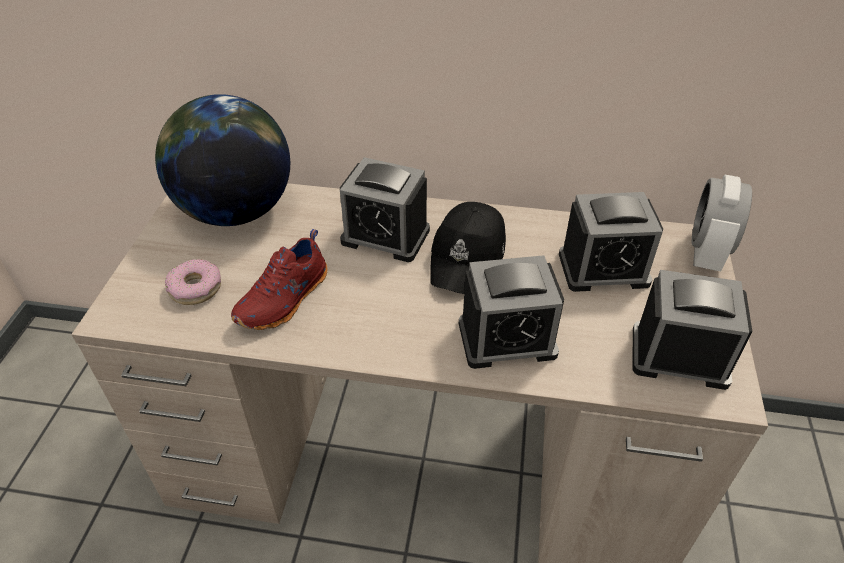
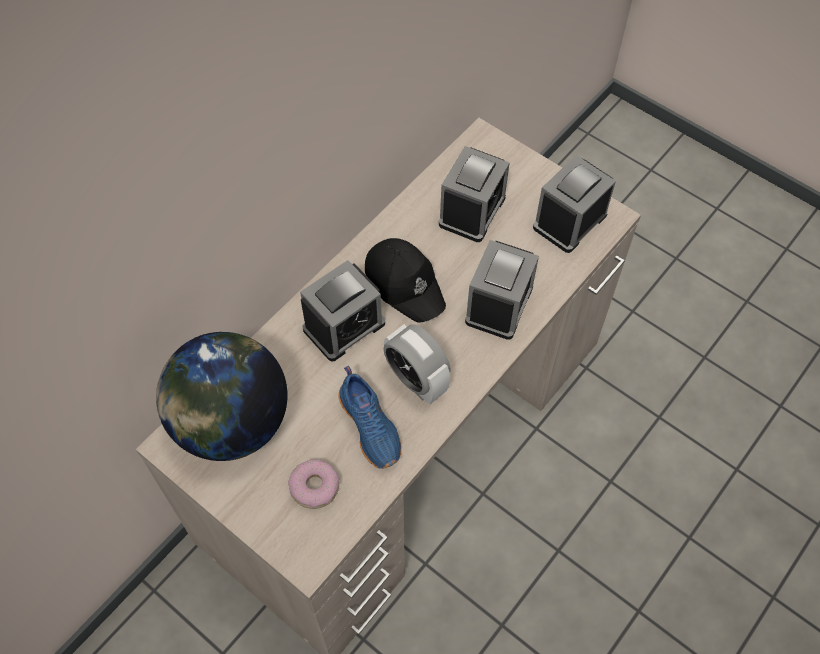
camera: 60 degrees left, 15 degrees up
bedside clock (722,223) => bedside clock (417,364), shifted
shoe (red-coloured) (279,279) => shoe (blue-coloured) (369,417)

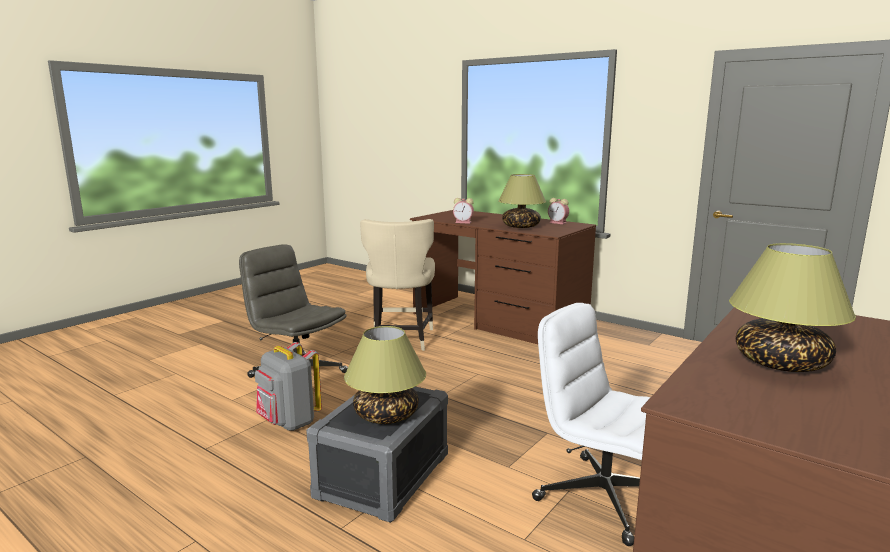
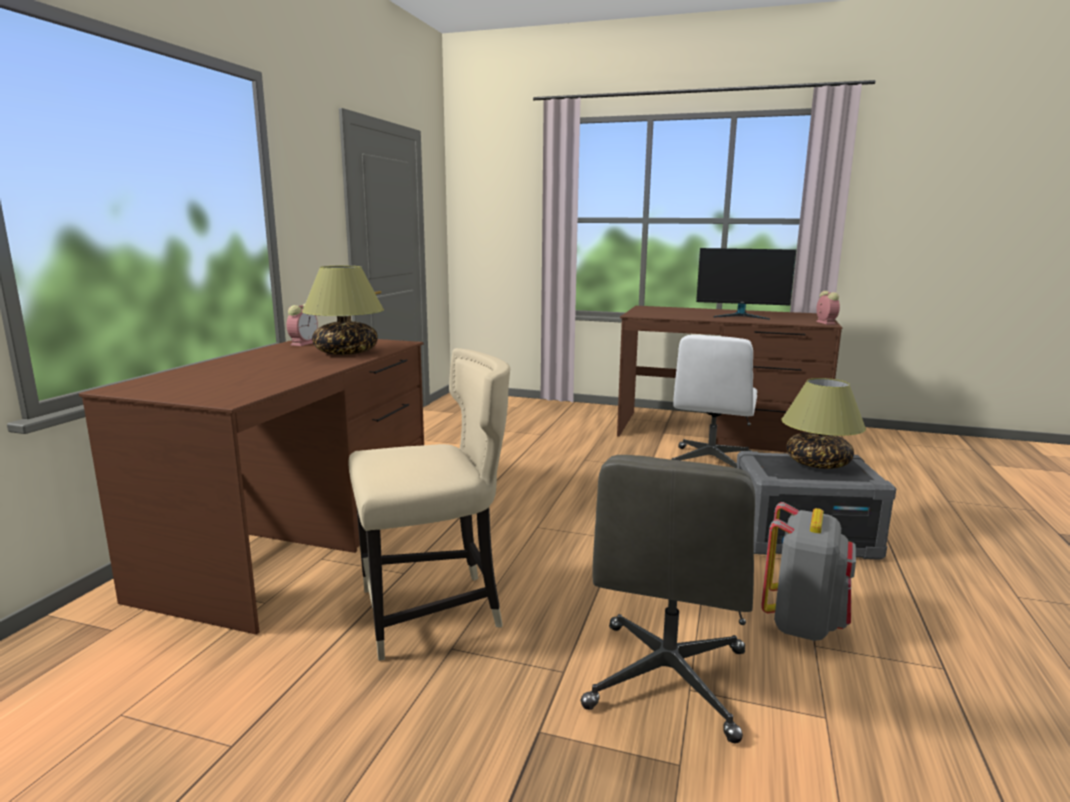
camera: 110 degrees left, 0 degrees up
bedside clock (463,211) => bedside clock (828,307), shifted
lamp for a table (792,307) => computer screen (746,284)

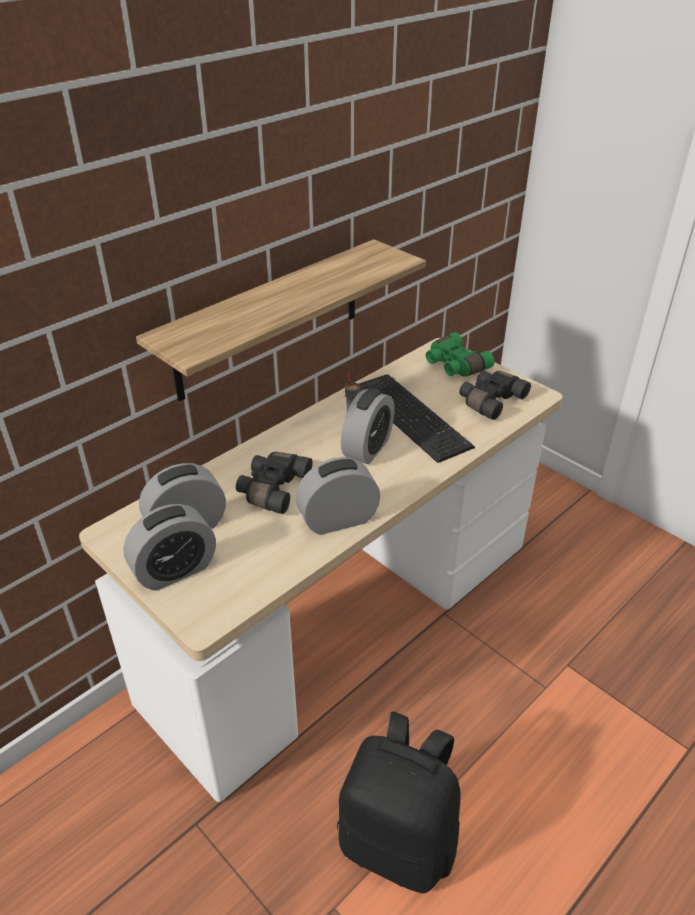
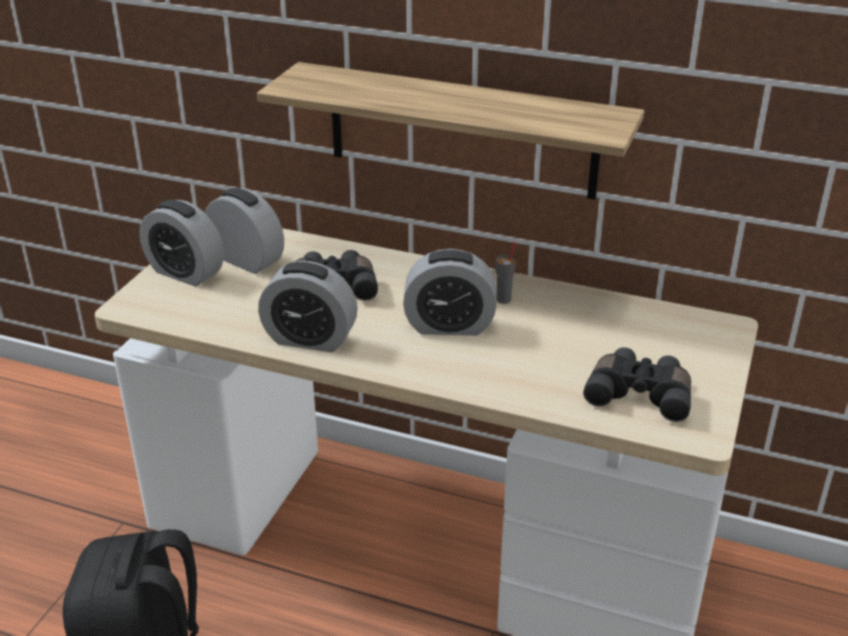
camera: 65 degrees right, 5 degrees down
binoculars (greenish) (460,354) => nothing
computer keyboard (417,418) => nothing
bedside clock (338,496) => bedside clock (308,306), 150 degrees clockwise

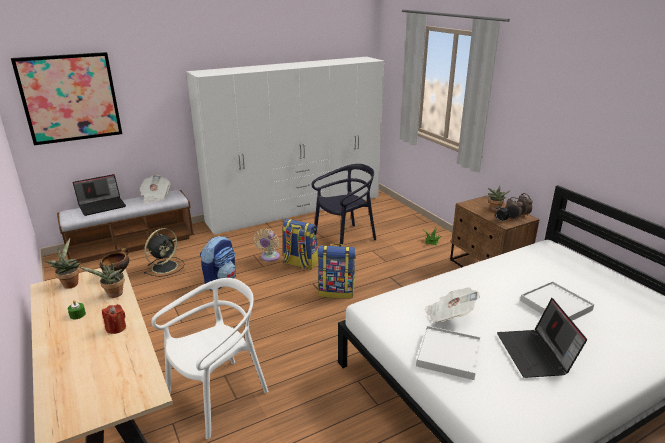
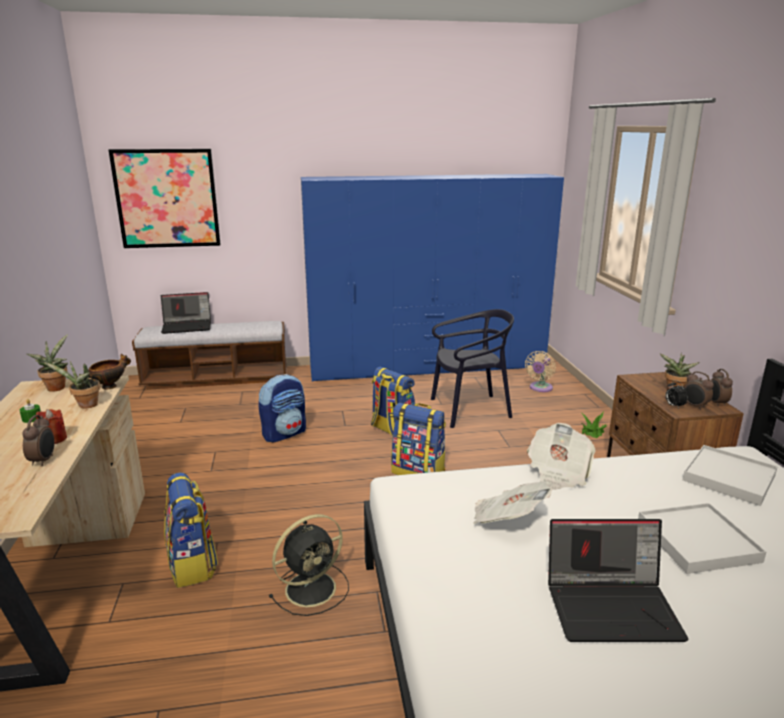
camera: 20 degrees right, 5 degrees down
wardrobe (white) (285,146) => wardrobe (blue-coloured) (432,278)
daily paper (154,189) => daily paper (561,456), shifted
electric fan (black-coloured) (164,252) => electric fan (black-coloured) (309,565), shifted
electric fan (sand-coloured) (266,245) => electric fan (sand-coloured) (540,371), shifted
upright chair (white) (209,358) => knapsack (191,530)
notebook computer (542,338) => notebook computer (618,580), 105 degrees counterclockwise
serving tray (white) (448,353) => serving tray (white) (730,475), shifted
nothing => bedside clock (39,440)

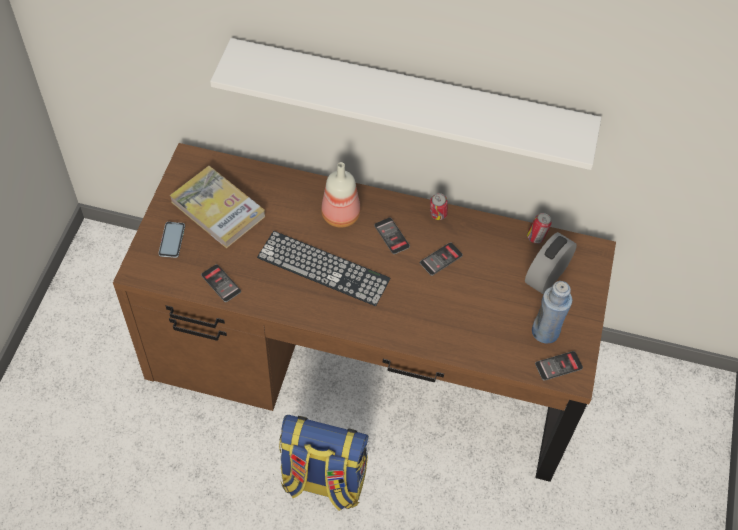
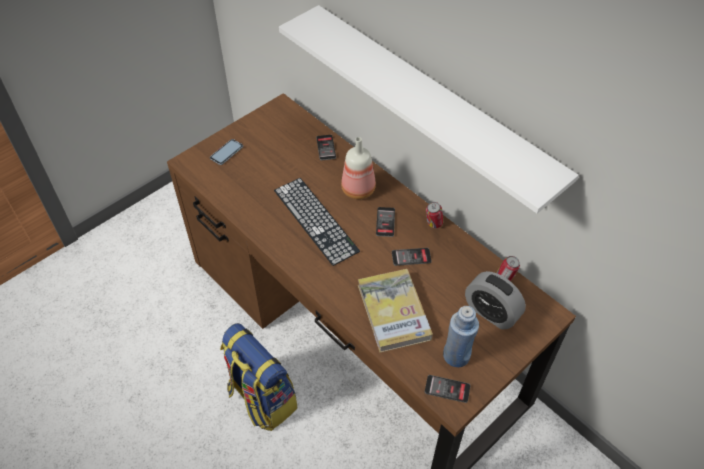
camera: 35 degrees right, 5 degrees down
book (217,207) => book (395,311), shifted
bedside clock (551,263) => bedside clock (495,300), 120 degrees counterclockwise
phone (221,283) => phone (326,147), shifted

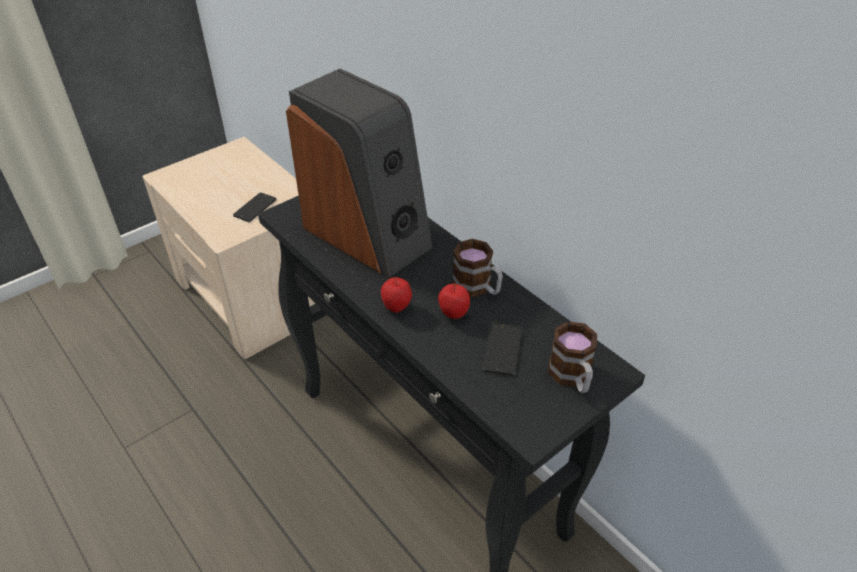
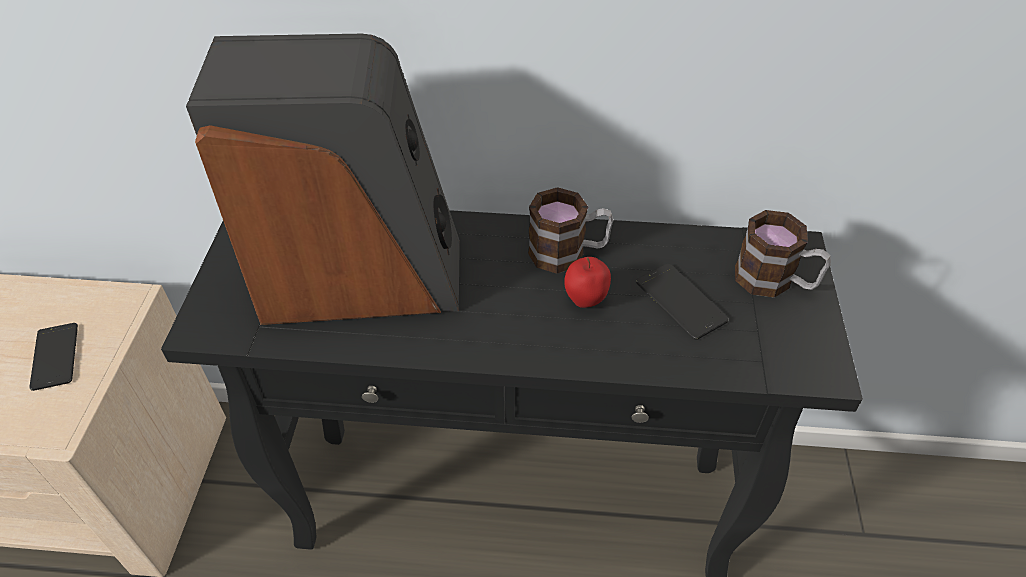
camera: 45 degrees left, 5 degrees up
apple (396,295) => nothing

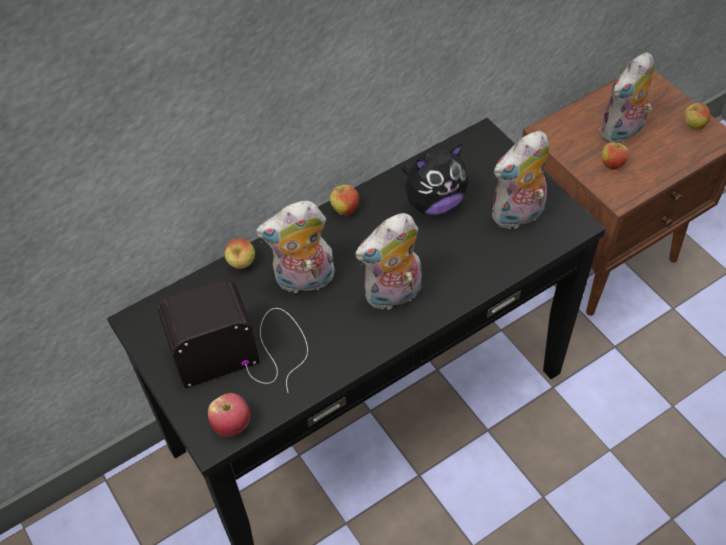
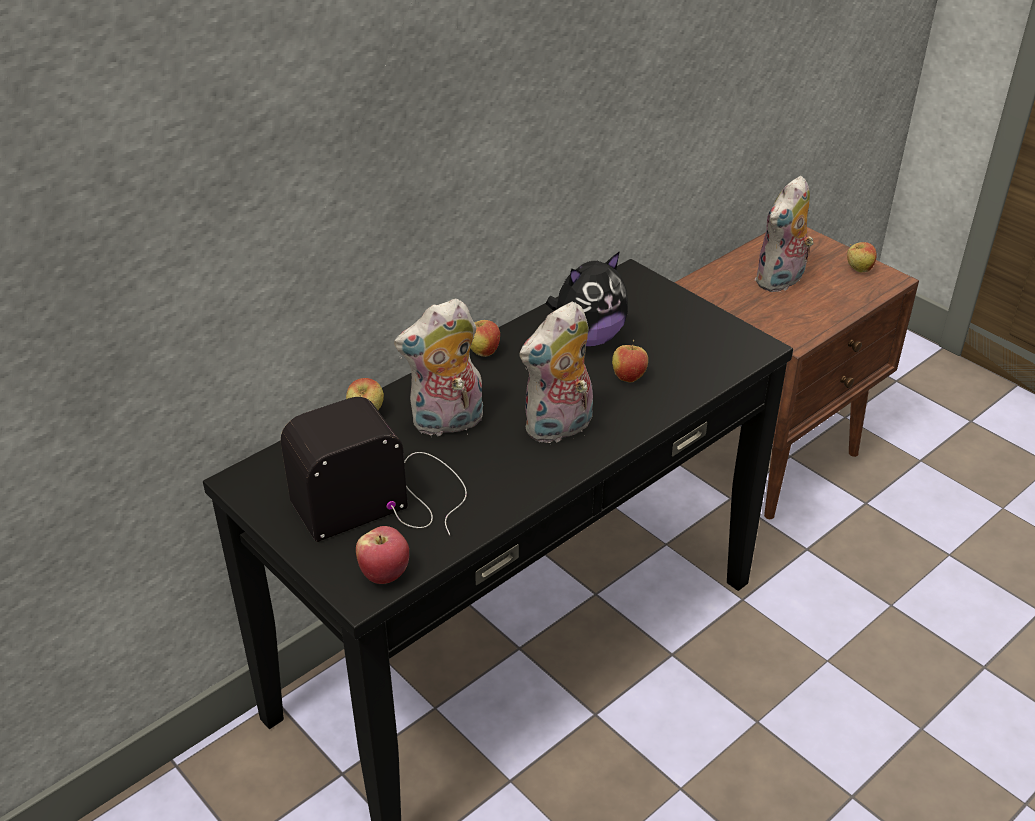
camera: 10 degrees left, 15 degrees down
cuddly toy (520,180) => nothing
apple (615,154) => apple (630,361), shifted

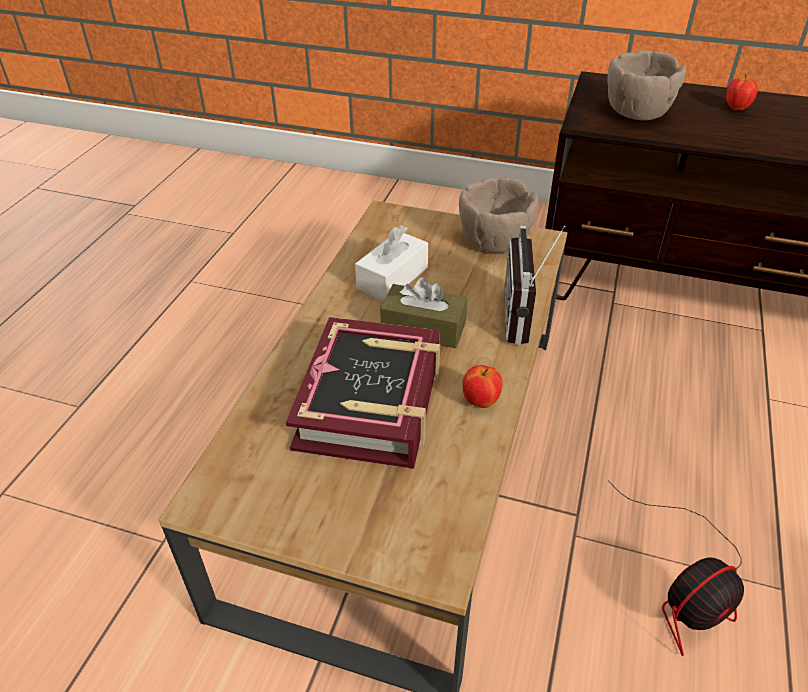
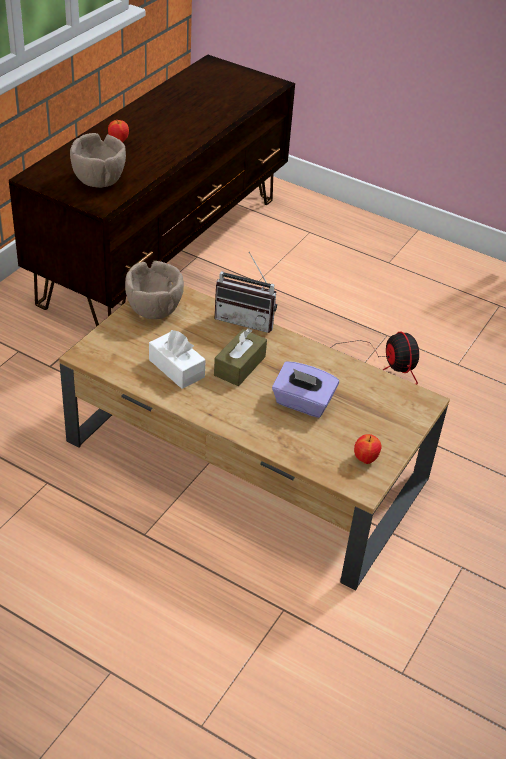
camera: 80 degrees left, 0 degrees up
book (363,393) => tissue box (purple-coloured) (305,389)
apple (483,386) => apple (368,449), shifted

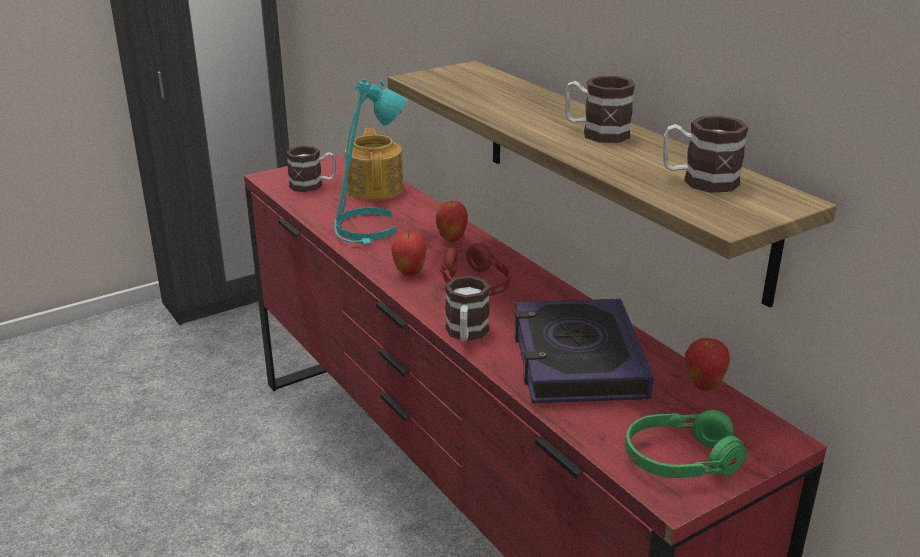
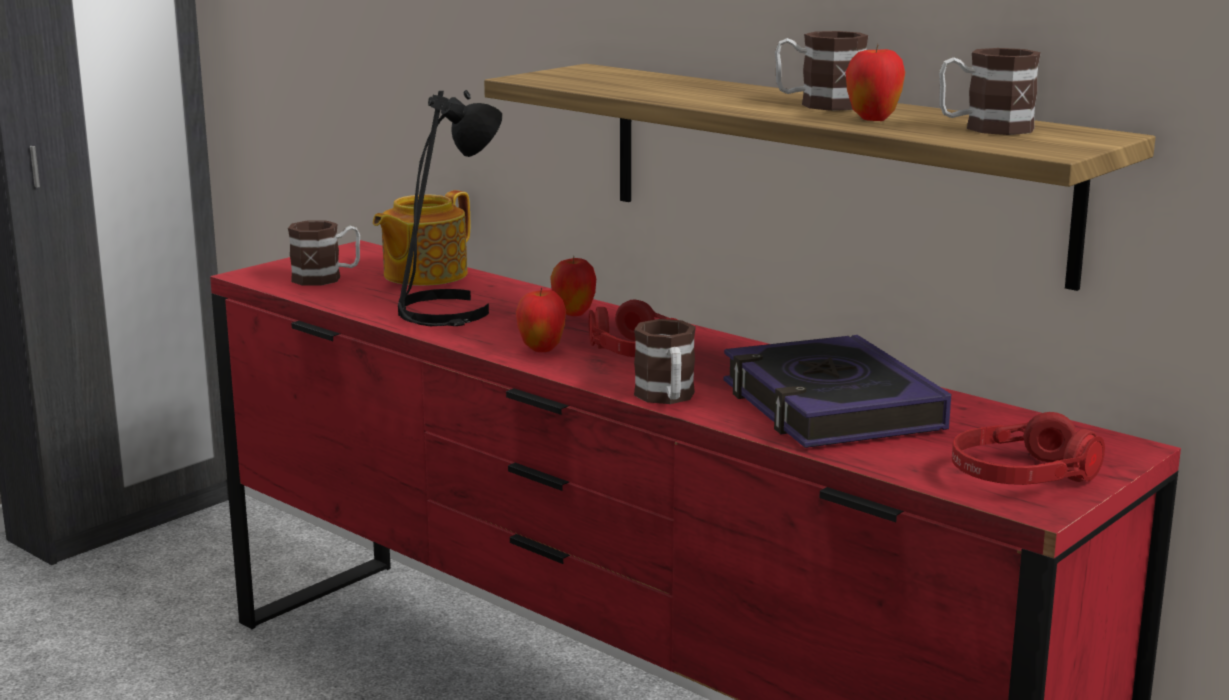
camera: 15 degrees left, 10 degrees down
lamp for a table (turquoise) (371,161) => lamp for a table (black-coloured) (450,208)
tea pot (374,164) => tea pot (421,238), 120 degrees counterclockwise
apple (707,364) => apple (875,82), shifted
pair of headphones (greenish) (686,444) => pair of headphones (red-coloured) (1028,448)

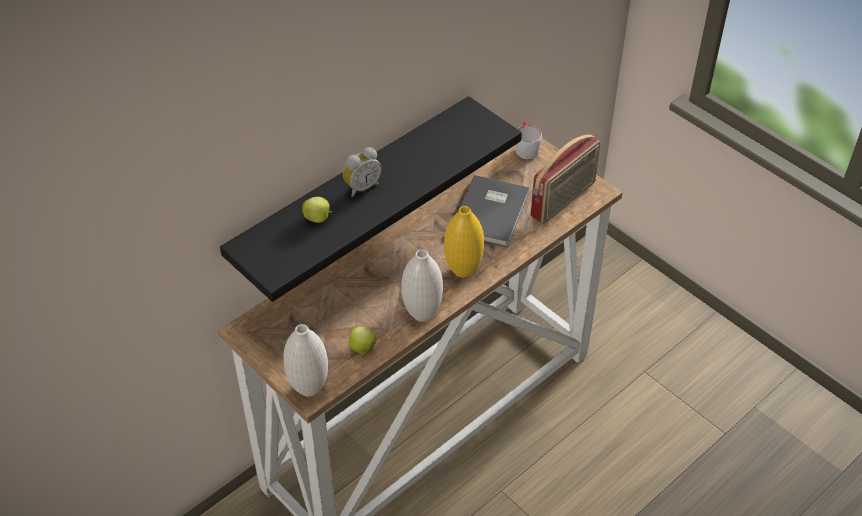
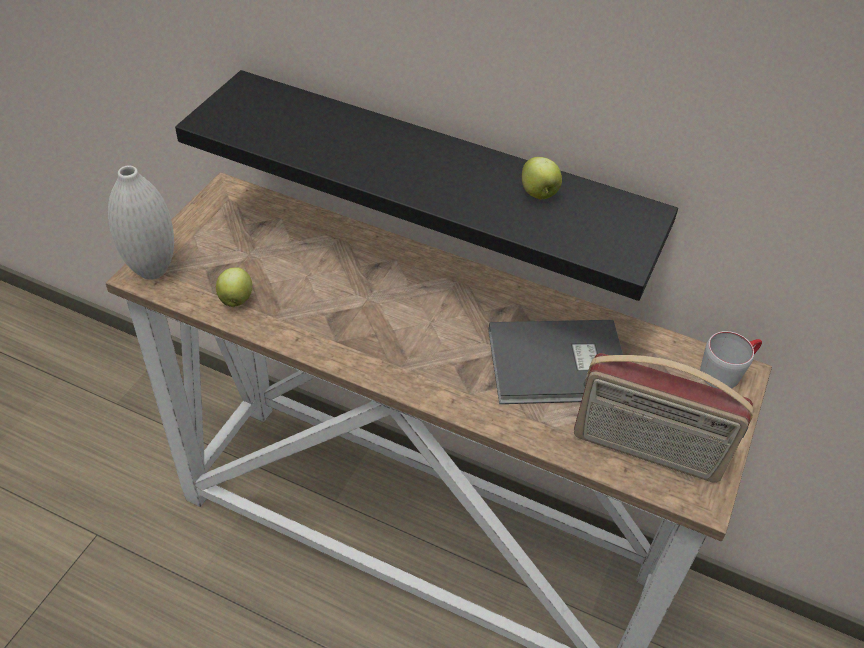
camera: 65 degrees right, 0 degrees up
bedside clock (362,172) => nothing
apple (317,210) => apple (542,178), shifted
decorative vase (yellow-coloured) (464,242) => nothing
decorative vase (white) (422,285) => nothing

